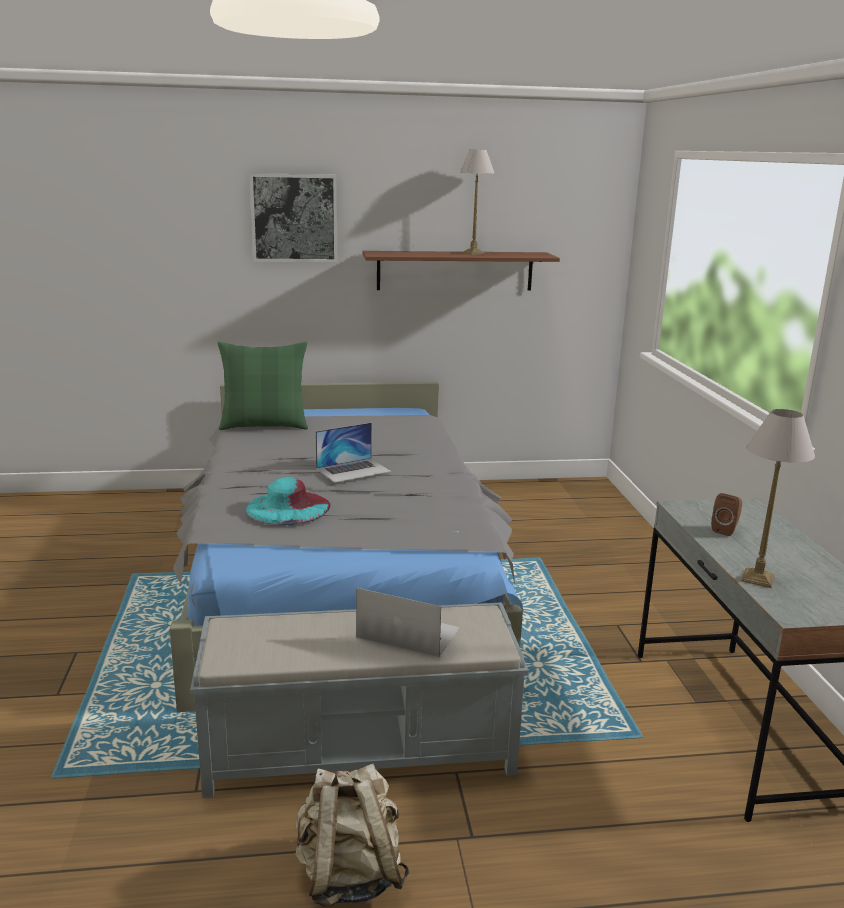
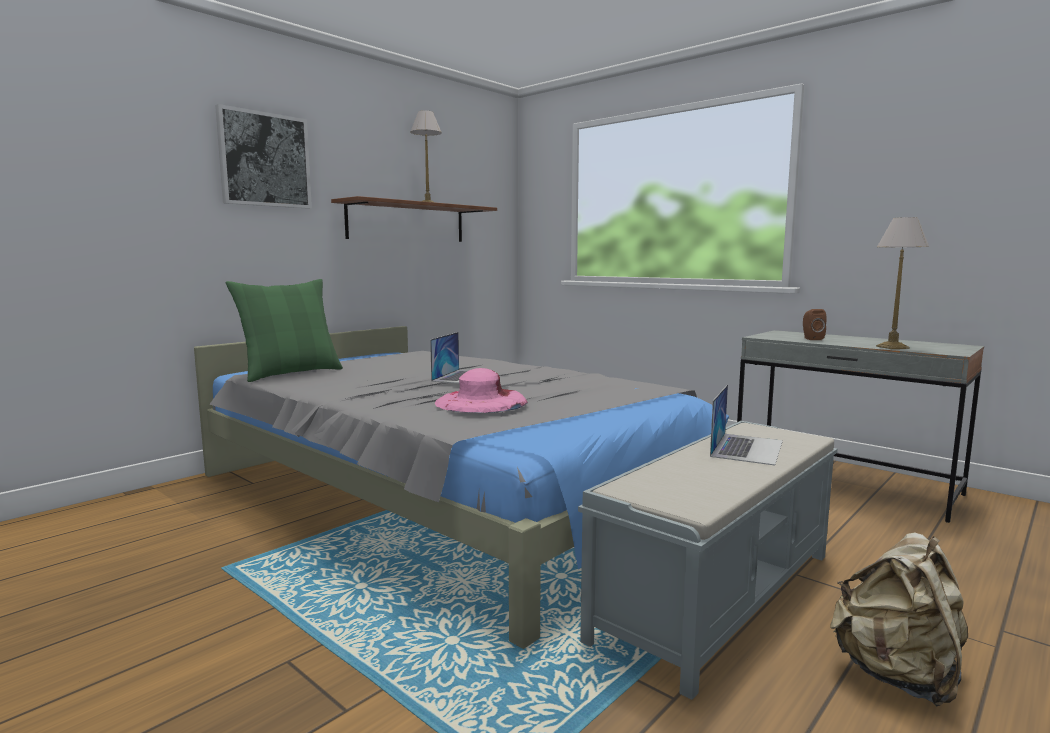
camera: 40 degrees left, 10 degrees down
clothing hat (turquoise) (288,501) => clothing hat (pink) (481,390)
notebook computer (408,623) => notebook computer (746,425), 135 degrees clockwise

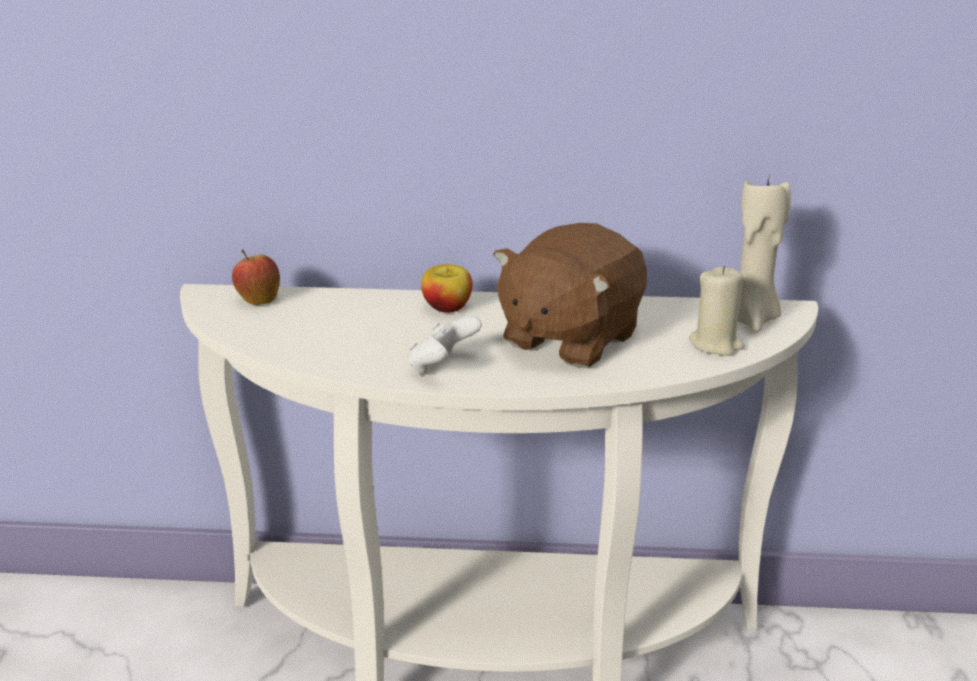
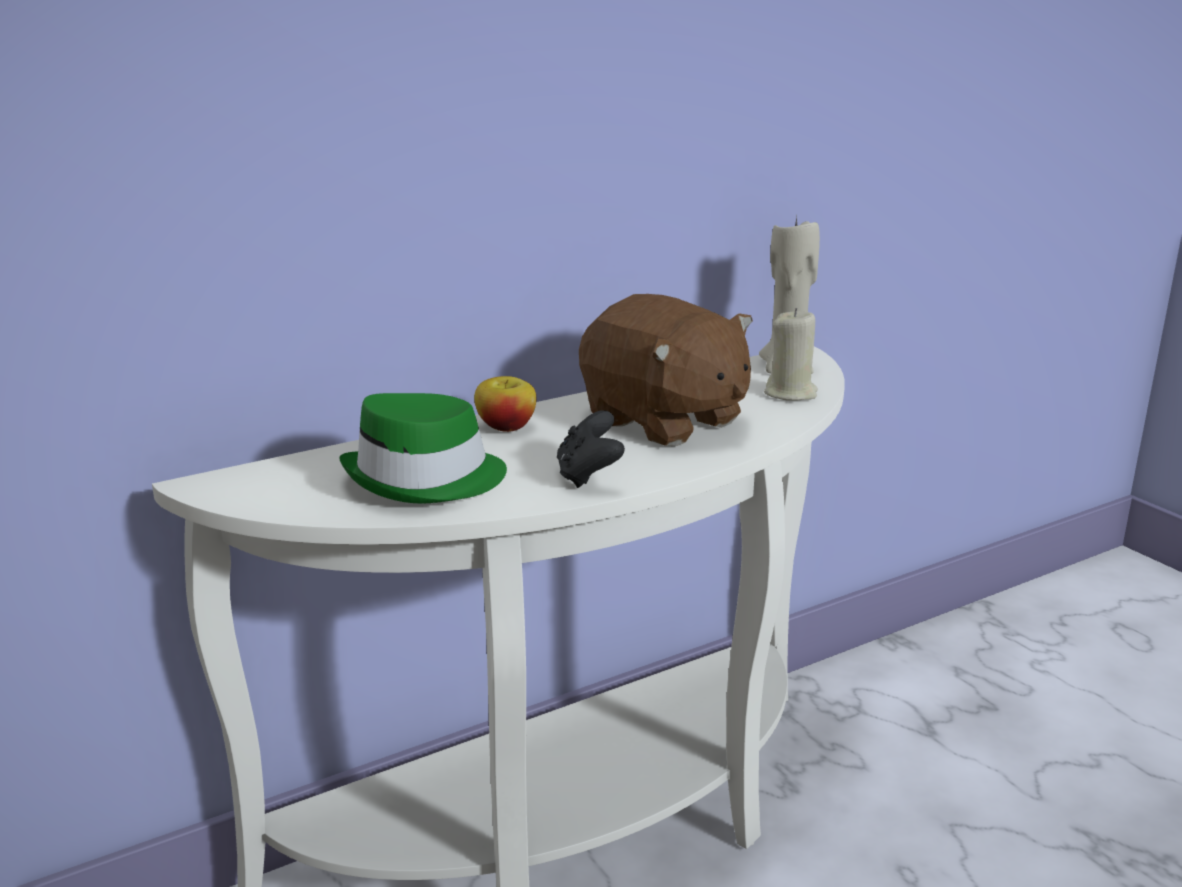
camera: 35 degrees left, 5 degrees down
cuddly toy (brown-coloured) (570,295) => cuddly toy (brown-coloured) (666,370), 45 degrees counterclockwise
apple (256,277) => nothing
joypad (white) (445,345) => joypad (black-coloured) (591,449)
nothing => clothing hat (greenish) (423,448)

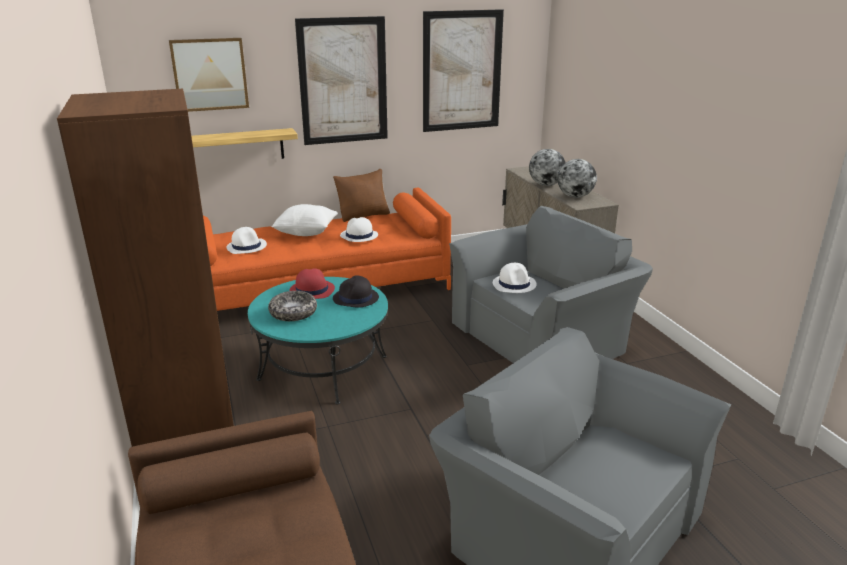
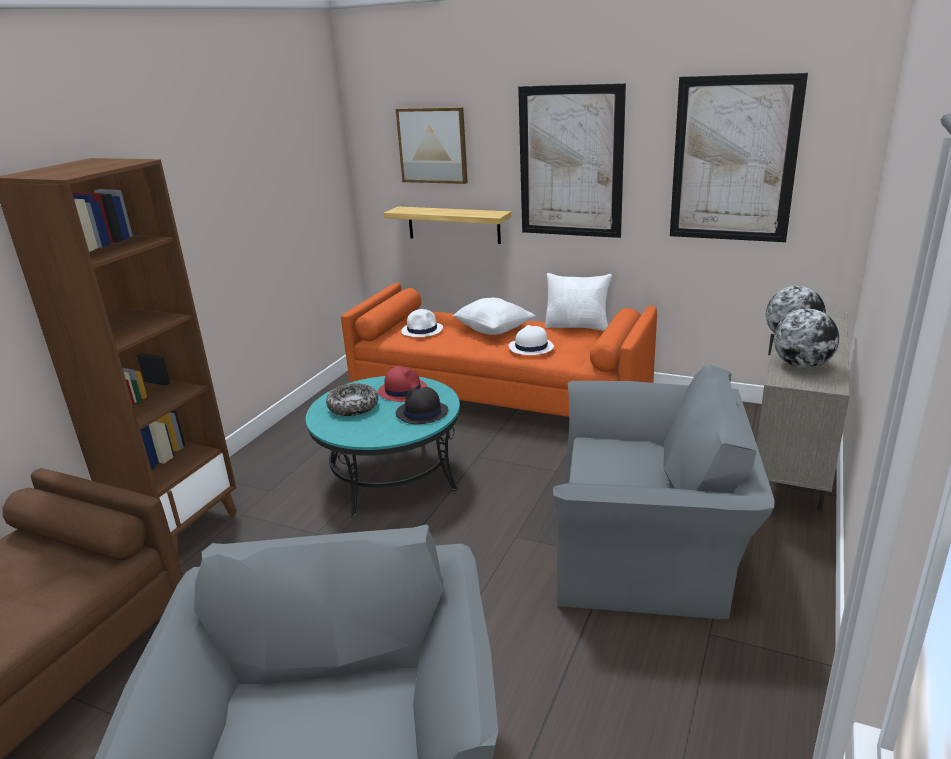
camera: 45 degrees right, 0 degrees up
throw pillow (brown-coloured) (361,195) => throw pillow (white) (578,302)
clothing hat (white) (515,278) => nothing

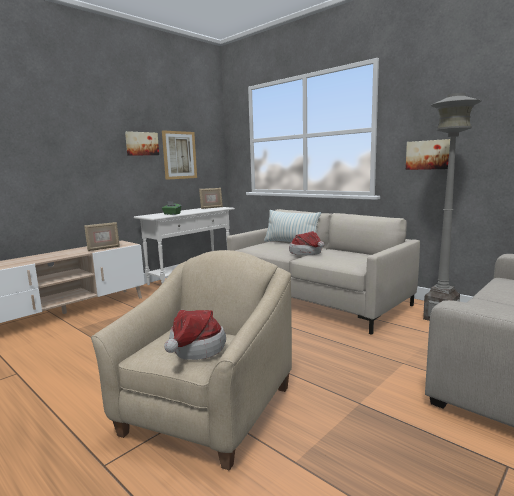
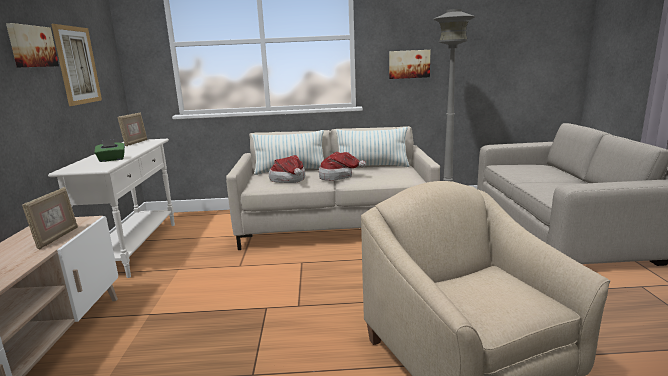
camera: 45 degrees left, 5 degrees up
clothing hat (195,335) => clothing hat (287,169), shifted
nothing => throw pillow (373,147)

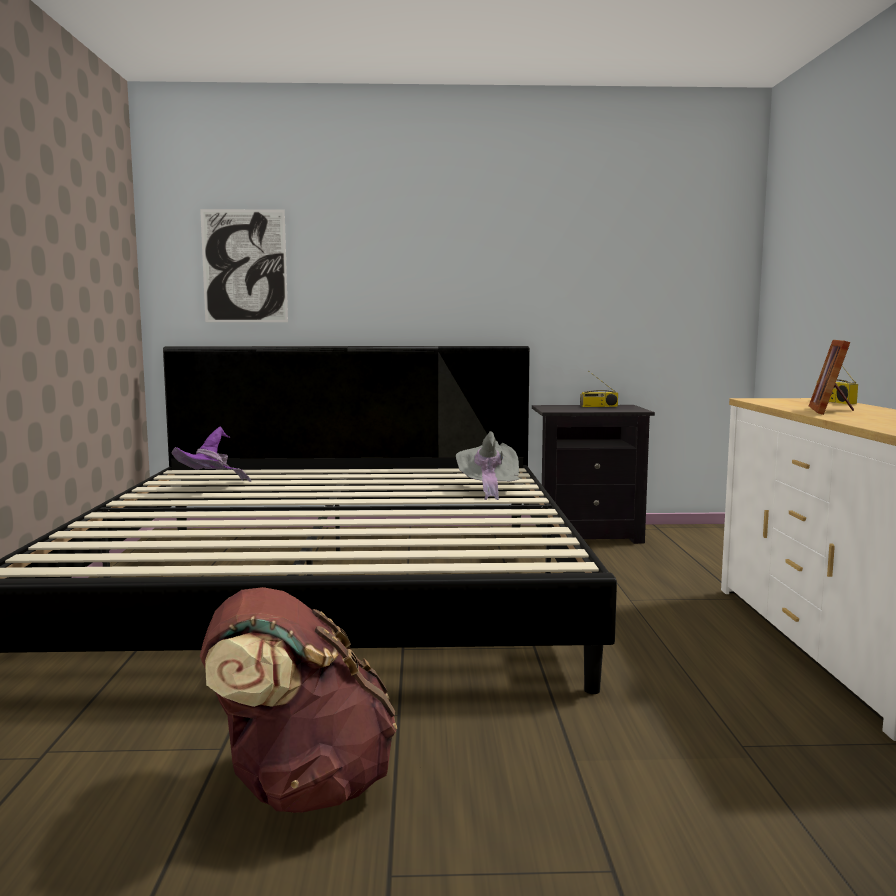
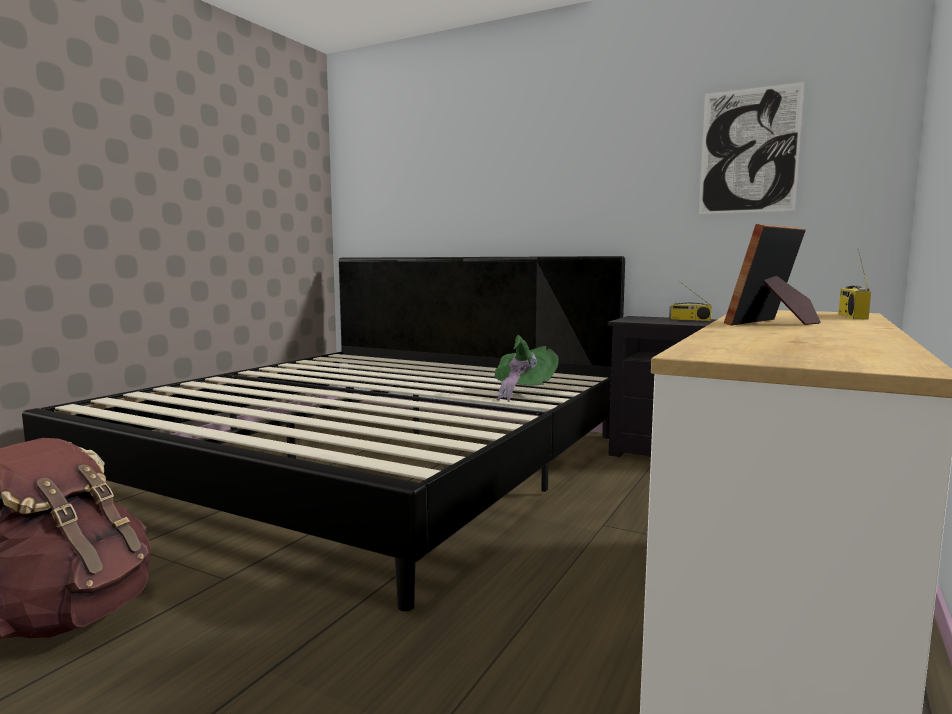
camera: 30 degrees right, 0 degrees up
wall art (244,265) => wall art (751,148), shifted
clothing hat (purple-coloured) (211,454) => nothing
clothing hat (grey) (488,465) => clothing hat (greenish) (527,368)

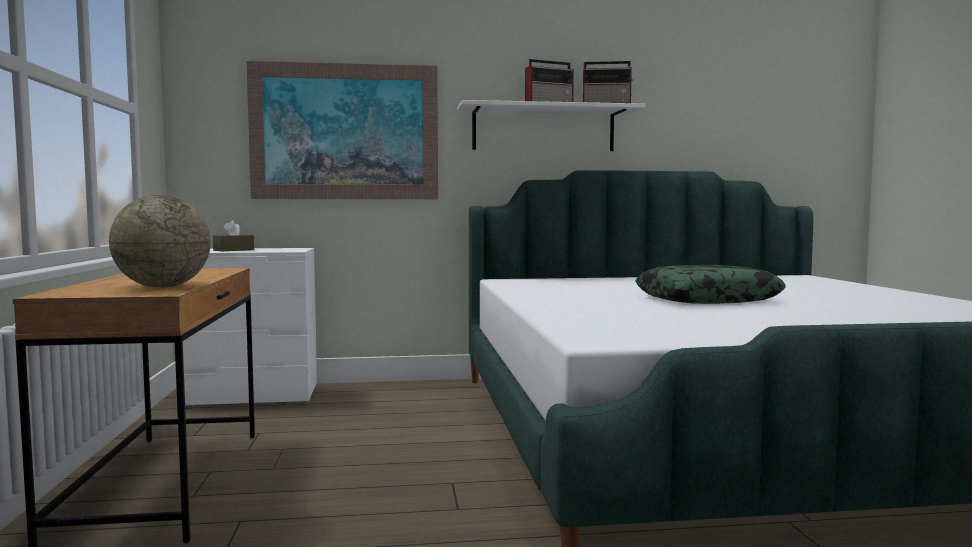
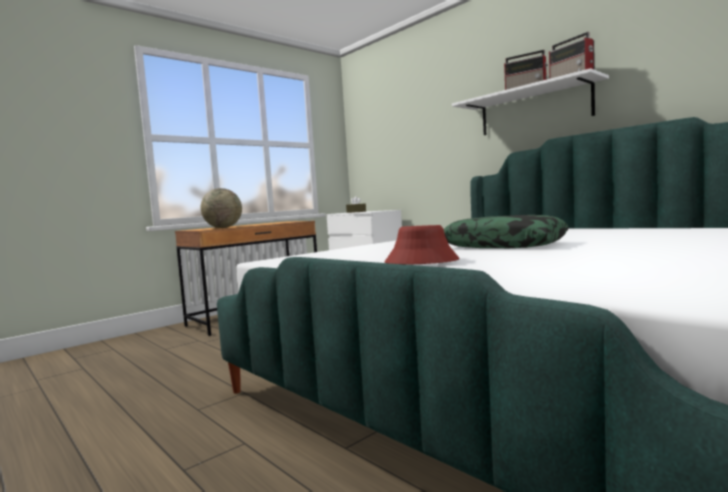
camera: 55 degrees right, 0 degrees up
wall art (342,130) => nothing
nothing => clothing hat (red-coloured) (422,244)

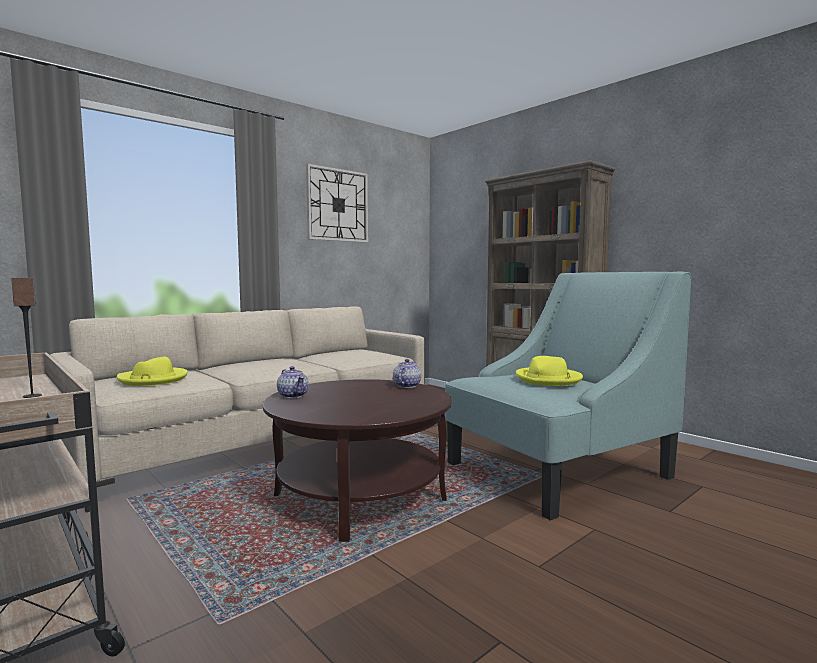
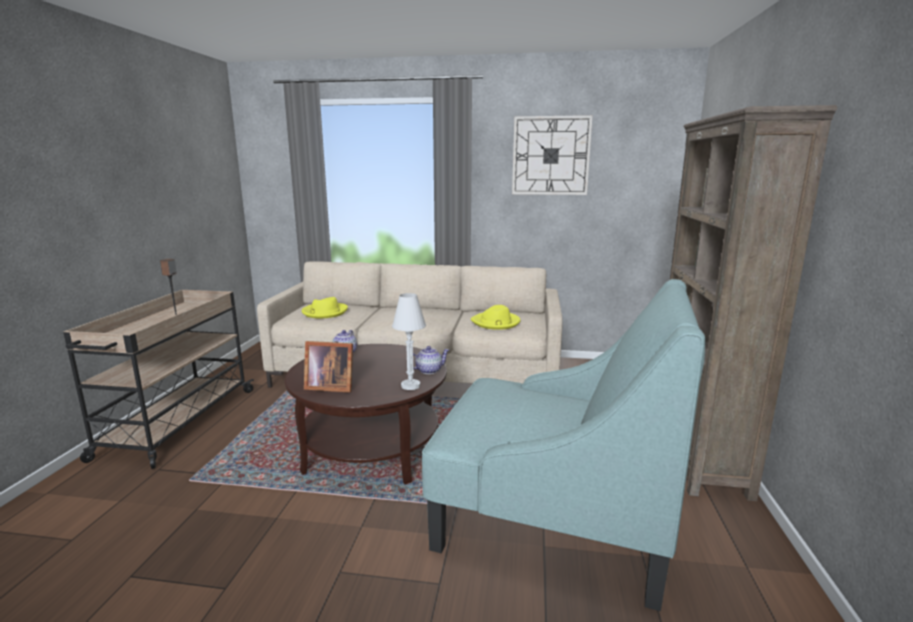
camera: 50 degrees right, 10 degrees up
clothing hat (yellow-coloured) (549,371) => clothing hat (yellow-coloured) (495,317), shifted
nothing => lamp for a table (white) (409,341)
nothing => picture frame (328,367)

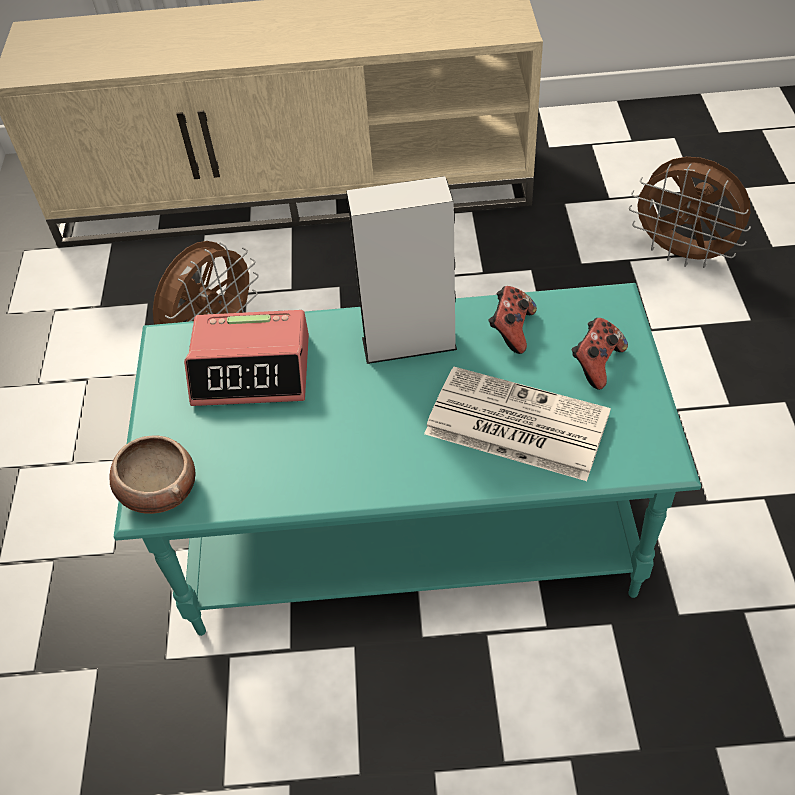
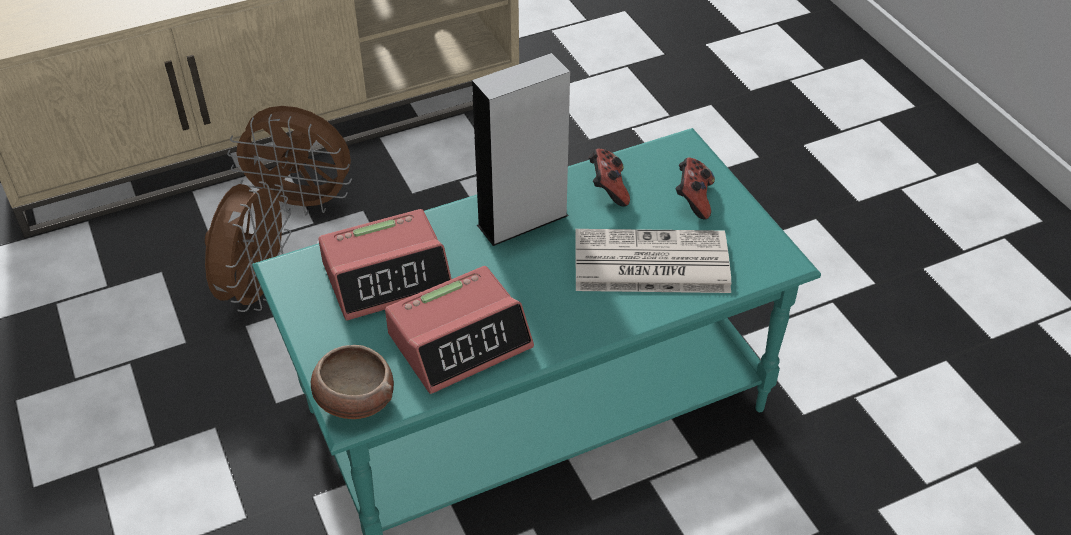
camera: 25 degrees left, 5 degrees down
electric fan (brown-coloured) (690,212) => electric fan (brown-coloured) (289,160), shifted
nothing => bedside clock (459,330)

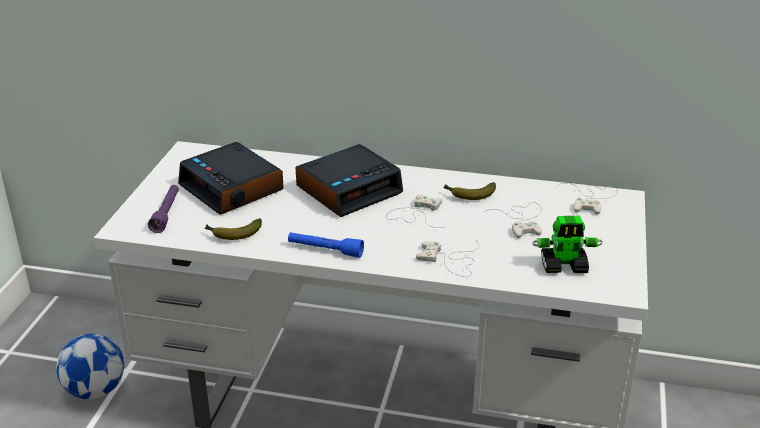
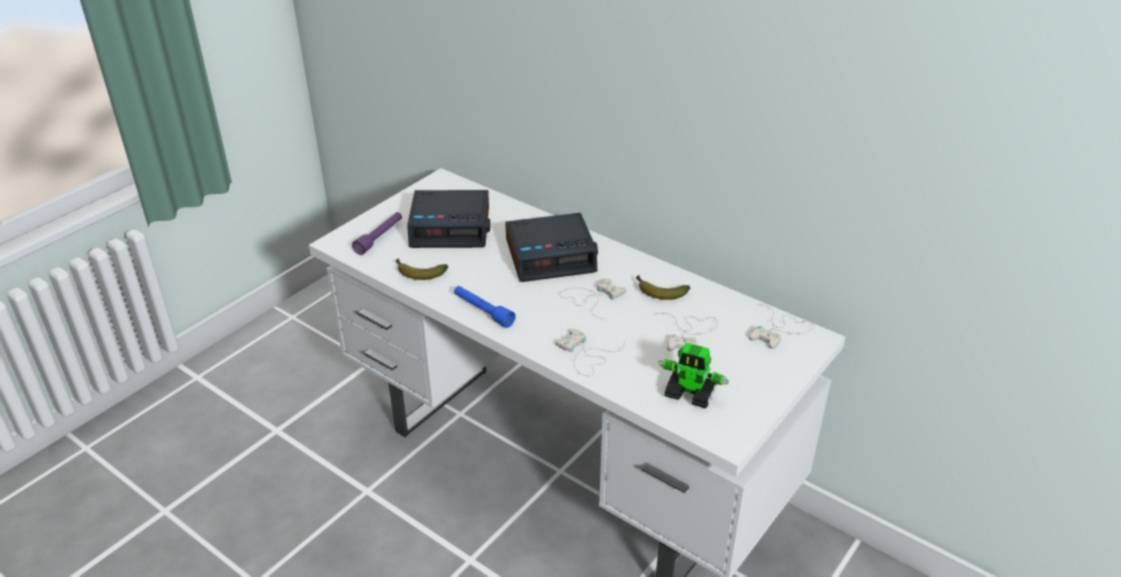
camera: 25 degrees right, 5 degrees up
bedside clock (231,178) => bedside clock (448,219), 75 degrees counterclockwise
football (90,366) => nothing

